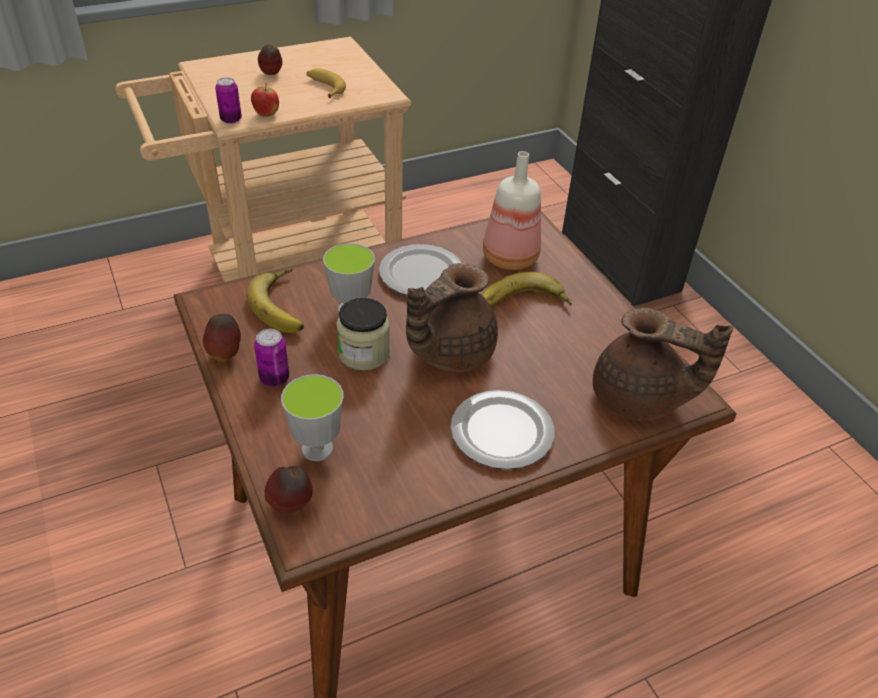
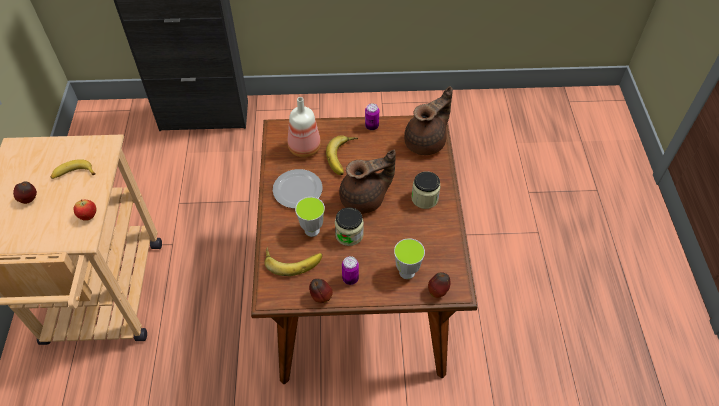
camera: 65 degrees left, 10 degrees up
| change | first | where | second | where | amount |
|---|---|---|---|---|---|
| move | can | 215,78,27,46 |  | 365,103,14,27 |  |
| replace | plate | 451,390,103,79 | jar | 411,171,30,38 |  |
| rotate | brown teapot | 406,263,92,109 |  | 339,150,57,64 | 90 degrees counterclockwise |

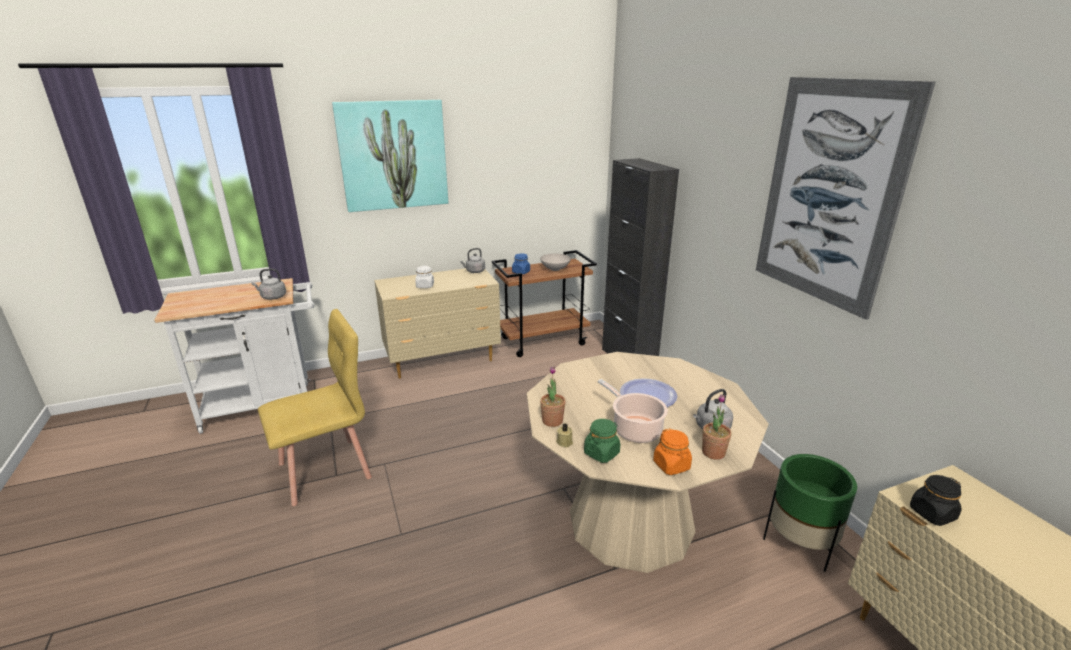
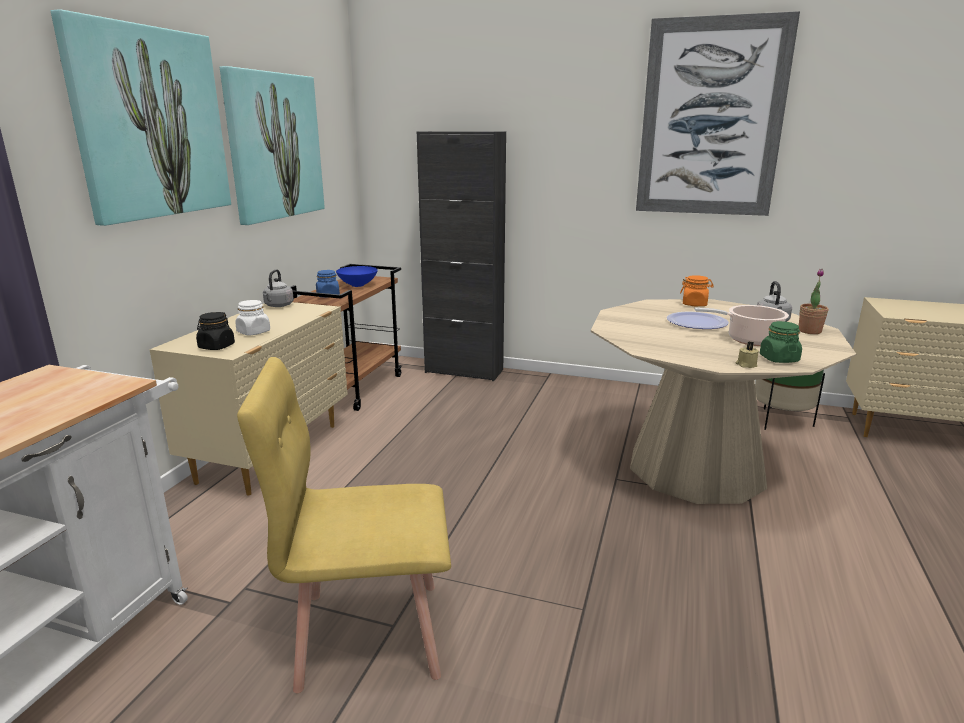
camera: 50 degrees left, 5 degrees down
| change | first | where | second | where | amount |
|---|---|---|---|---|---|
| delete | grey kettle | 251,269,35,31 |  |  |  |
| delete | potted plant | 540,366,26,61 |  |  |  |
| insert |  |  | picture | 220,66,105,159 |  |
| move | orange jar | 653,428,39,47 |  | 680,275,34,31 |  |
| move | black jar | 910,475,52,51 |  | 196,312,39,38 |  |
| recolor | white bowl | 540,254,31,17 | blue bowl | 336,266,42,21 |  |
| rotate | yellow chair | 258,309,114,197 |  | 237,357,214,336 | 105 degrees counterclockwise |

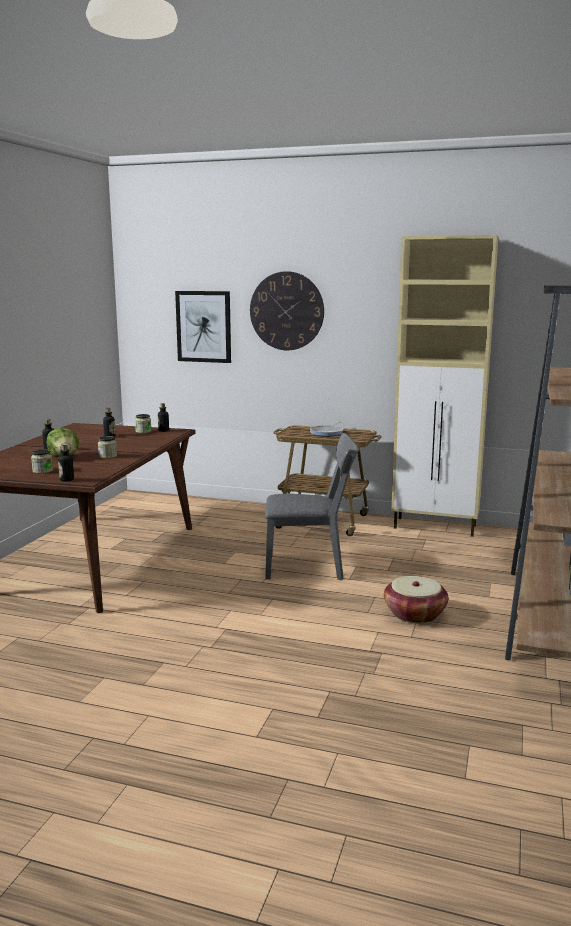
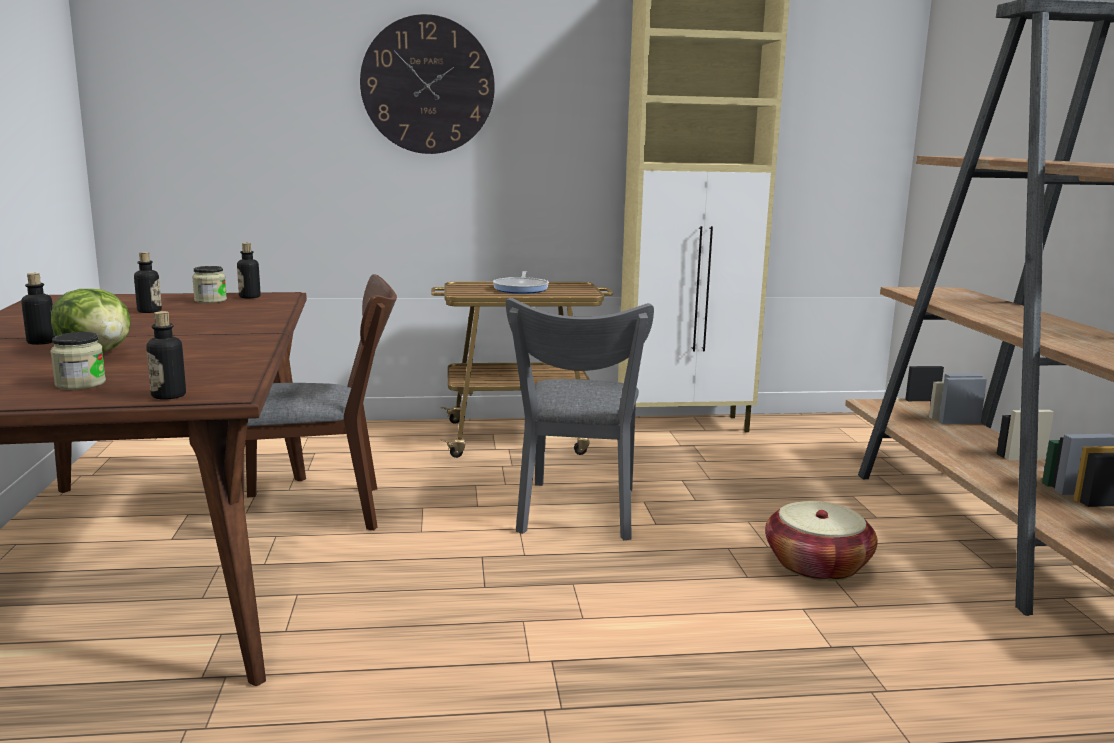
camera: 25 degrees left, 0 degrees up
| change | first | where | second | where | amount |
|---|---|---|---|---|---|
| delete | jar | 98,436,19,22 |  |  |  |
| delete | picture | 175,291,56,72 |  |  |  |
| insert |  |  | brown chair | 241,274,156,256 |  |
| rotate | grey chair | 265,433,94,147 |  | 506,298,148,242 | 120 degrees clockwise |

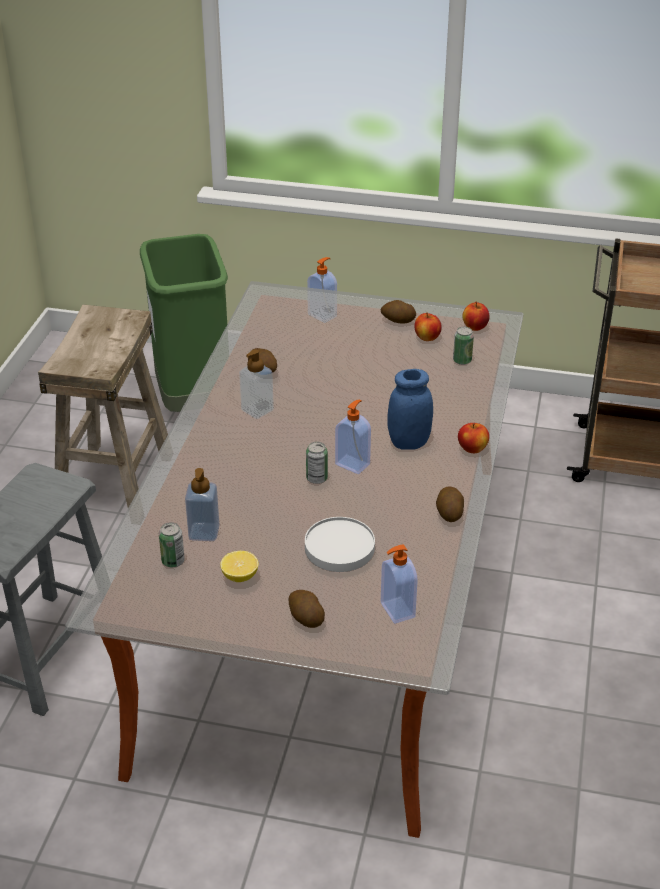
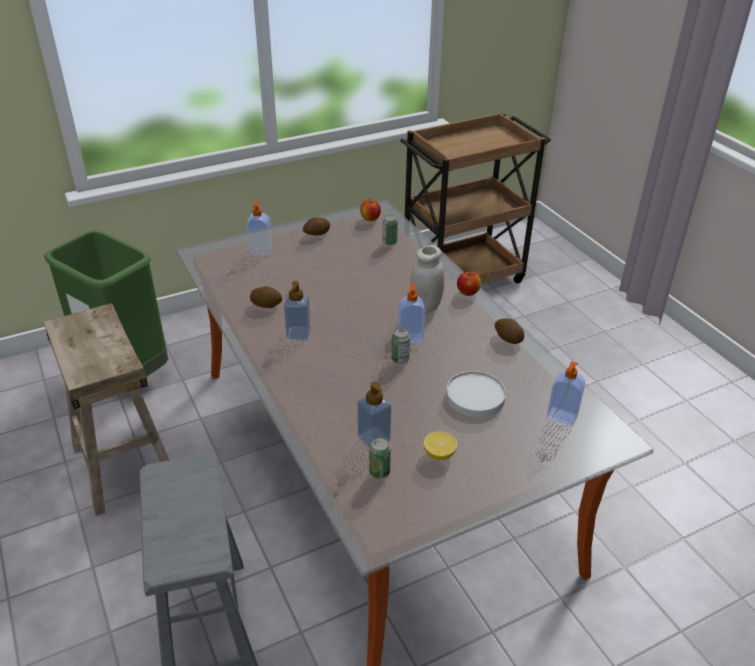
camera: 40 degrees left, 0 degrees up
| change | first | where | second | where | amount |
|---|---|---|---|---|---|
| delete | potato | 288,590,37,38 |  |  |  |
| delete | apple | 414,312,28,29 |  |  |  |
| recolor | blue jar | 388,369,45,81 | white jar | 410,245,35,69 |  |

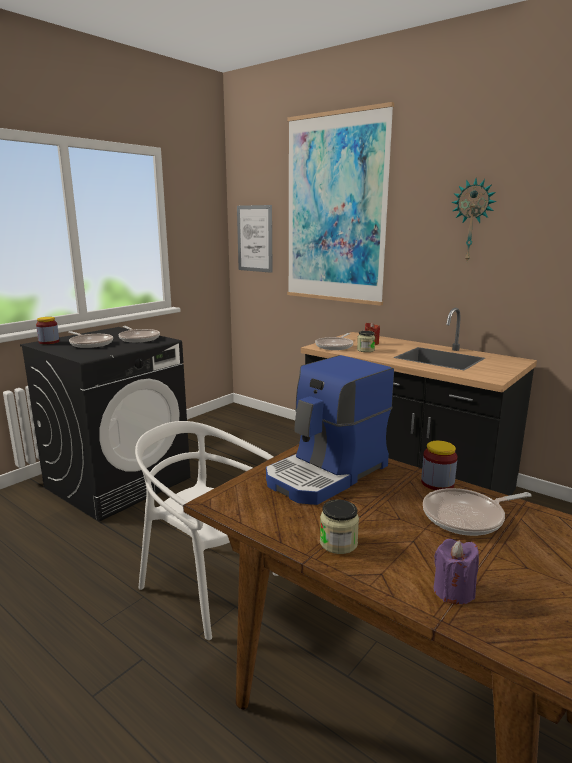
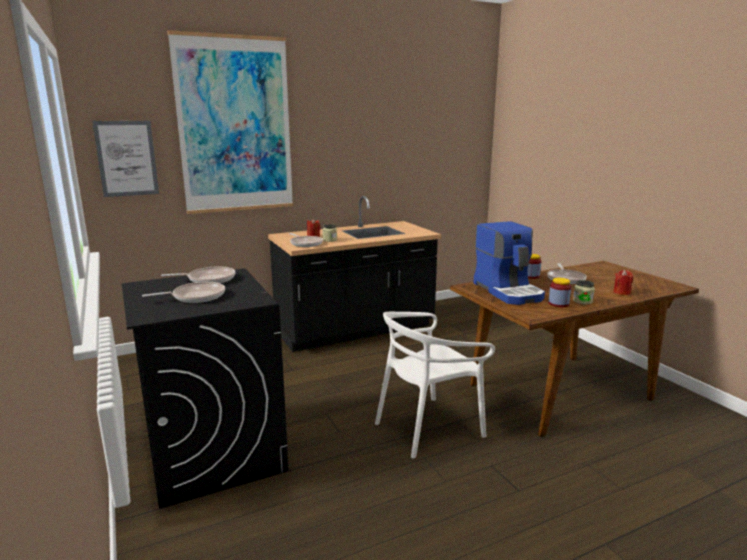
camera: 65 degrees left, 0 degrees up
| change | first | where | second | where | amount |
|---|---|---|---|---|---|
| delete | wall clock | 451,179,46,83 |  |  |  |
| move | jar | 36,317,23,27 |  | 548,278,23,29 |  |
| recolor | purple candle | 433,539,46,65 | red candle | 613,270,20,25 |  |

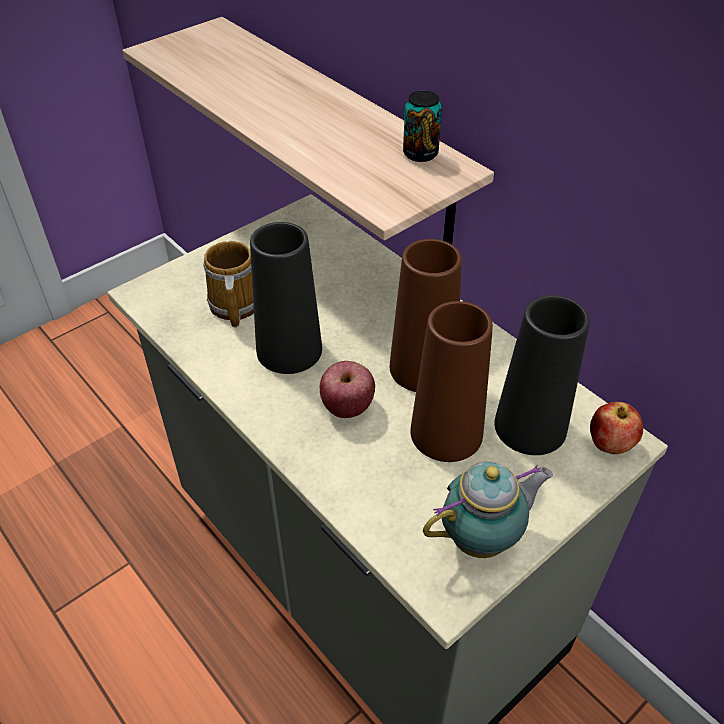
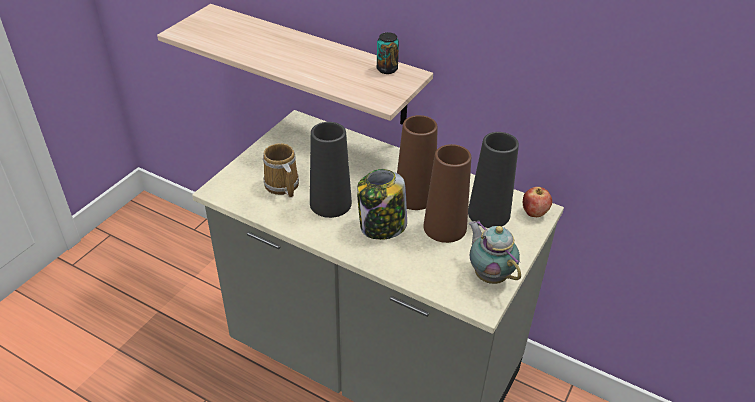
camera: 20 degrees left, 5 degrees down
| change | first | where | second | where | amount |
|---|---|---|---|---|---|
| replace | apple | 320,361,55,57 | jar | 357,169,50,71 |  |
| rotate | teapot | 423,462,130,96 |  | 469,221,52,63 | 75 degrees counterclockwise |

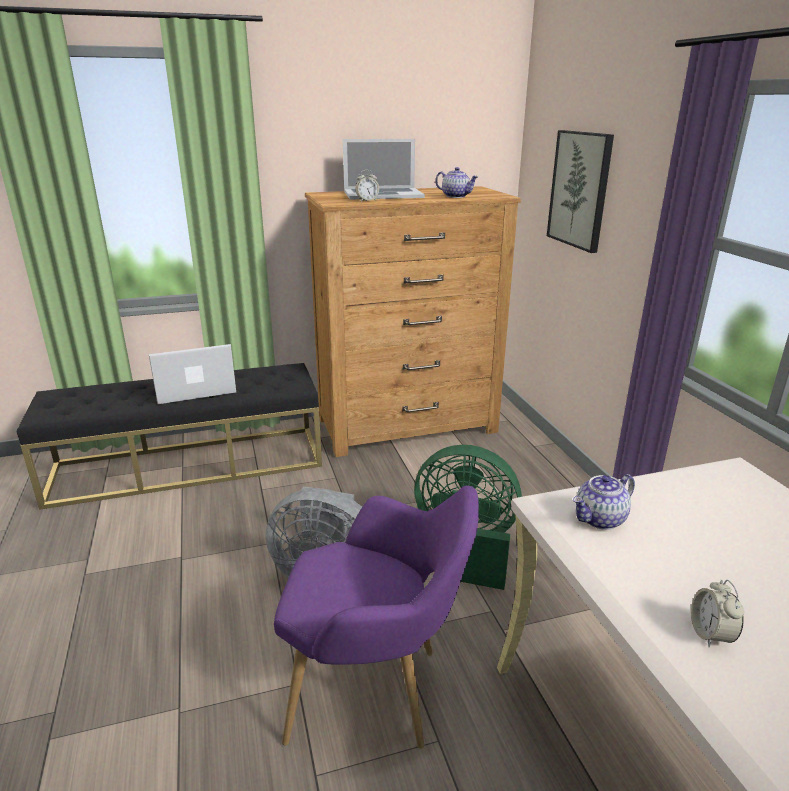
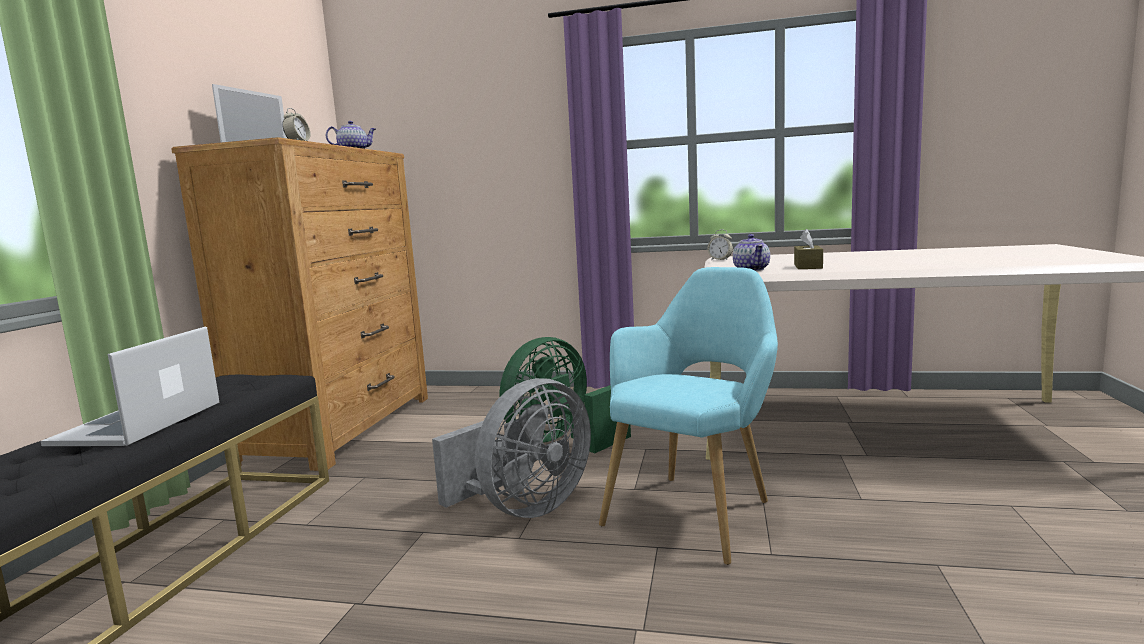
camera: 60 degrees left, 15 degrees down
| change | first | where | second | where | amount |
|---|---|---|---|---|---|
| delete | picture | 547,130,67,123 |  |  |  |
| insert |  |  | brown tissue box | 794,229,29,40 |  |
| move | alarm clock | 691,580,53,68 |  | 707,230,26,30 |  |
| recolor | purple armchair | 274,486,205,263 | turquoise armchair | 599,267,179,298 |  |

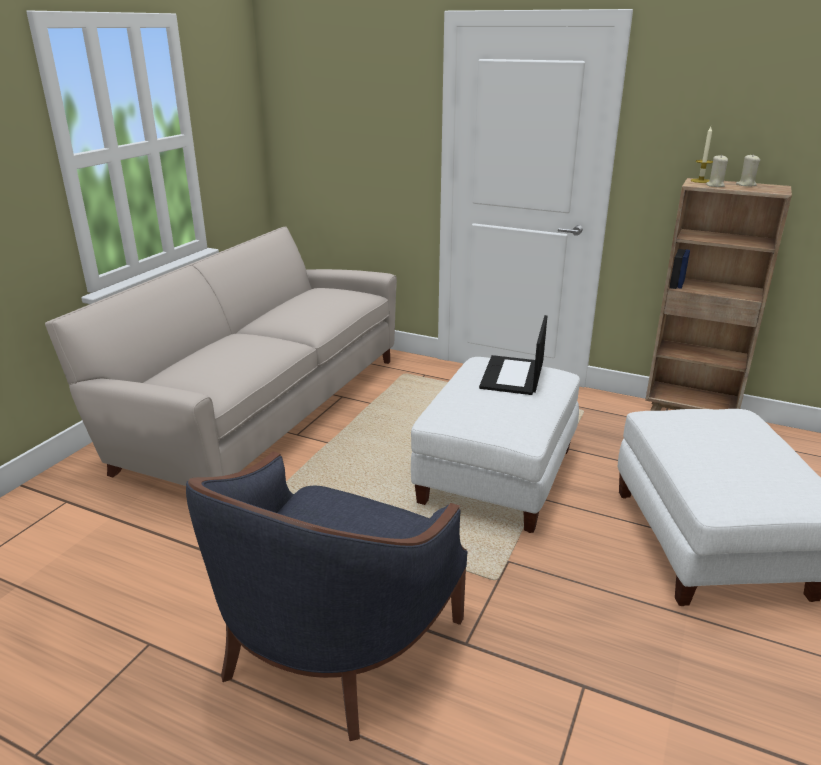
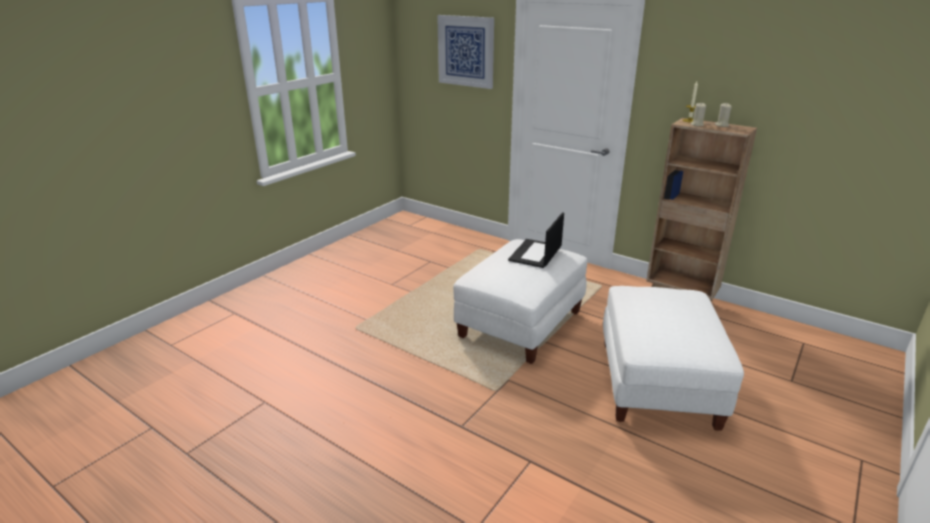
camera: 10 degrees right, 0 degrees up
| change | first | where | second | where | amount |
|---|---|---|---|---|---|
| delete | beige sofa | 45,226,352,260 |  |  |  |
| delete | blue armchair | 186,451,282,290 |  |  |  |
| insert |  |  | picture | 437,15,57,74 |  |

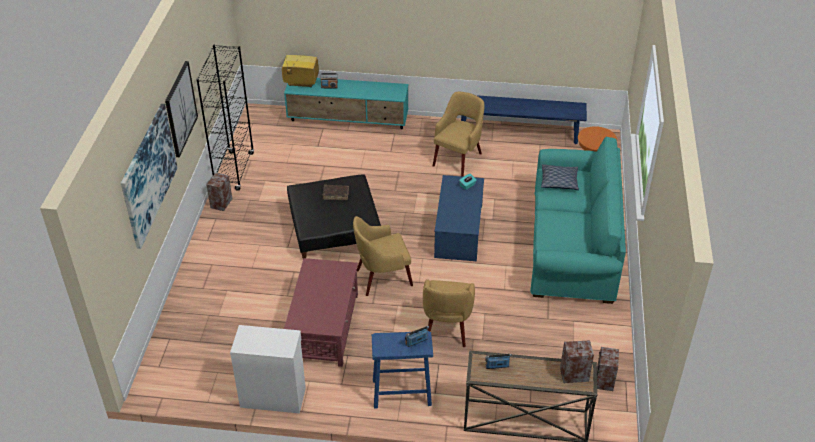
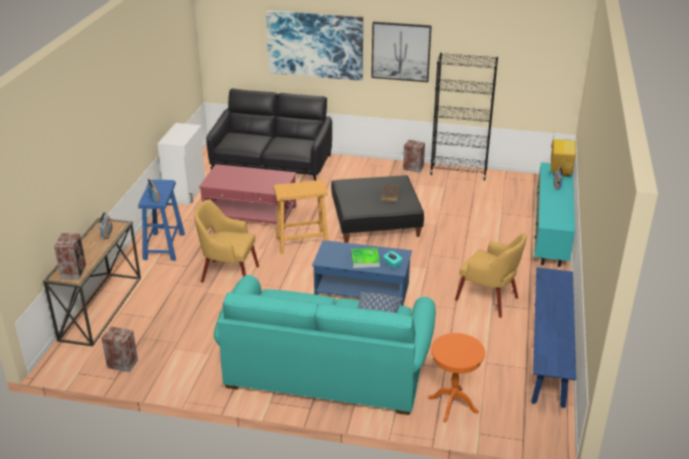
camera: 95 degrees right, 10 degrees down
| change | first | where | second | where | amount |
|---|---|---|---|---|---|
| insert |  |  | black sofa | 206,88,126,93 |  |
| insert |  |  | tray | 351,248,29,20 |  |
| replace | yellow armchair | 353,216,60,80 | beige stool | 273,180,55,74 |  |

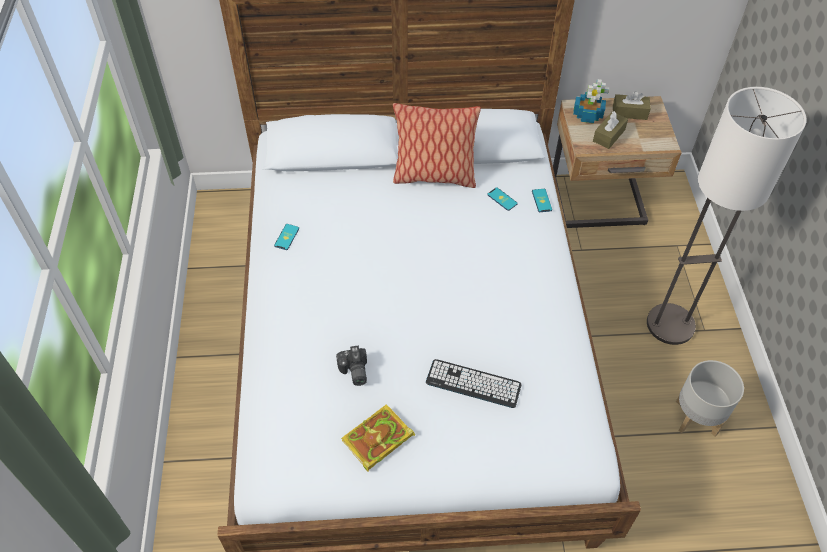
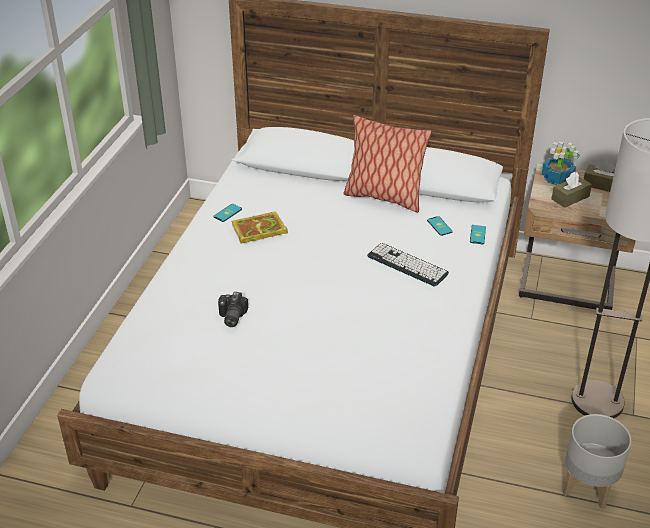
camera: 20 degrees right, 15 degrees down
| change | first | where | second | where | amount |
|---|---|---|---|---|---|
| move | book | 341,404,74,67 |  | 231,211,57,33 |  |
| move | keyboard | 426,359,96,49 |  | 367,243,82,44 |  |

